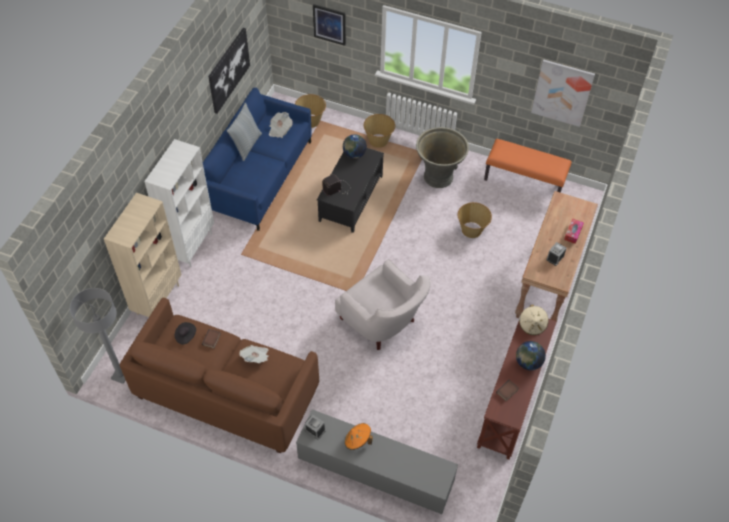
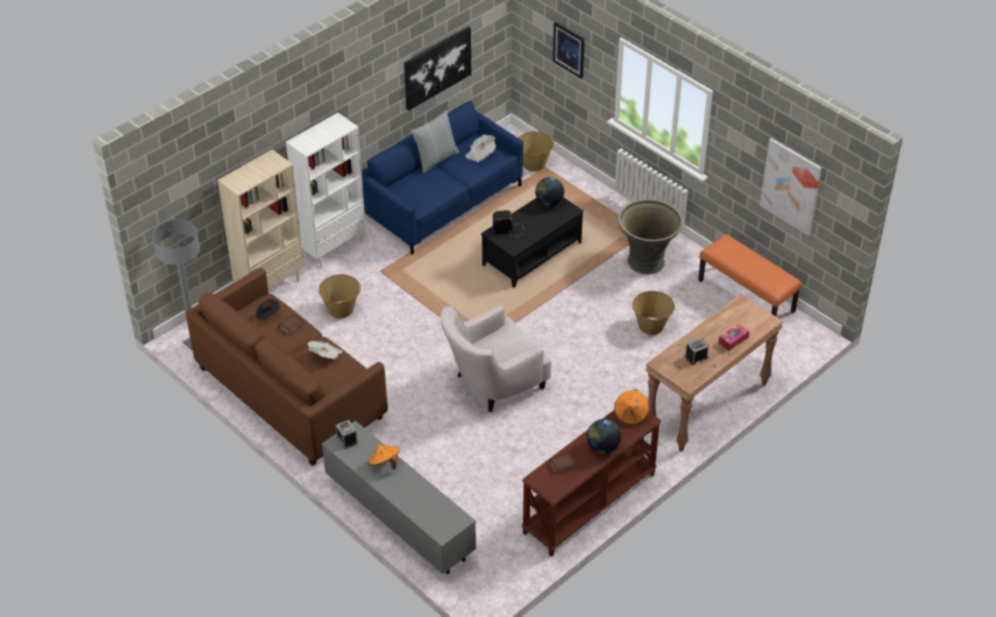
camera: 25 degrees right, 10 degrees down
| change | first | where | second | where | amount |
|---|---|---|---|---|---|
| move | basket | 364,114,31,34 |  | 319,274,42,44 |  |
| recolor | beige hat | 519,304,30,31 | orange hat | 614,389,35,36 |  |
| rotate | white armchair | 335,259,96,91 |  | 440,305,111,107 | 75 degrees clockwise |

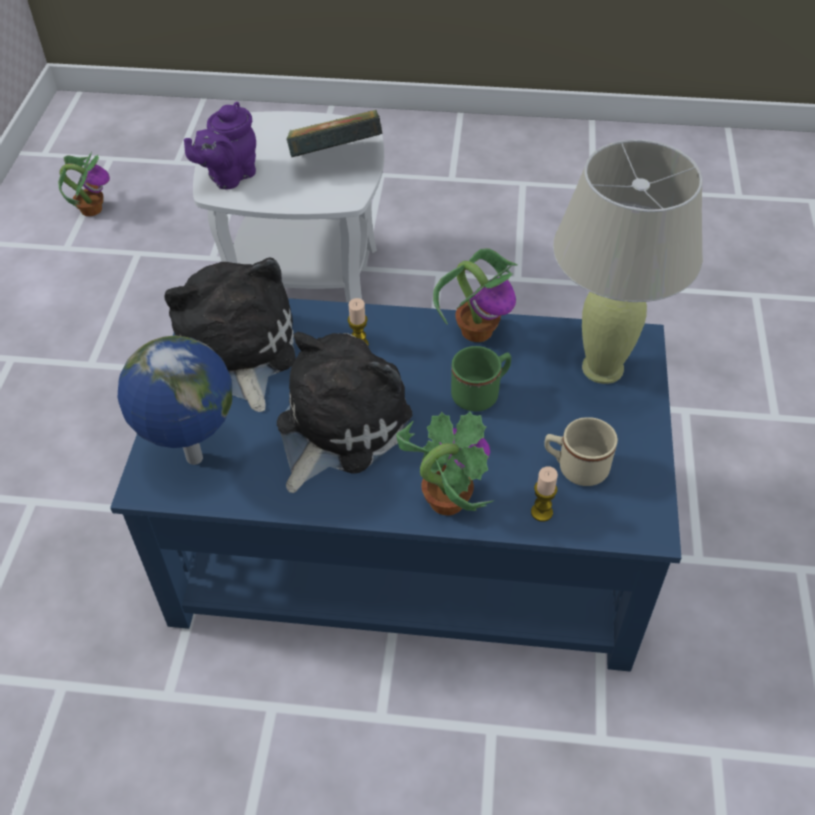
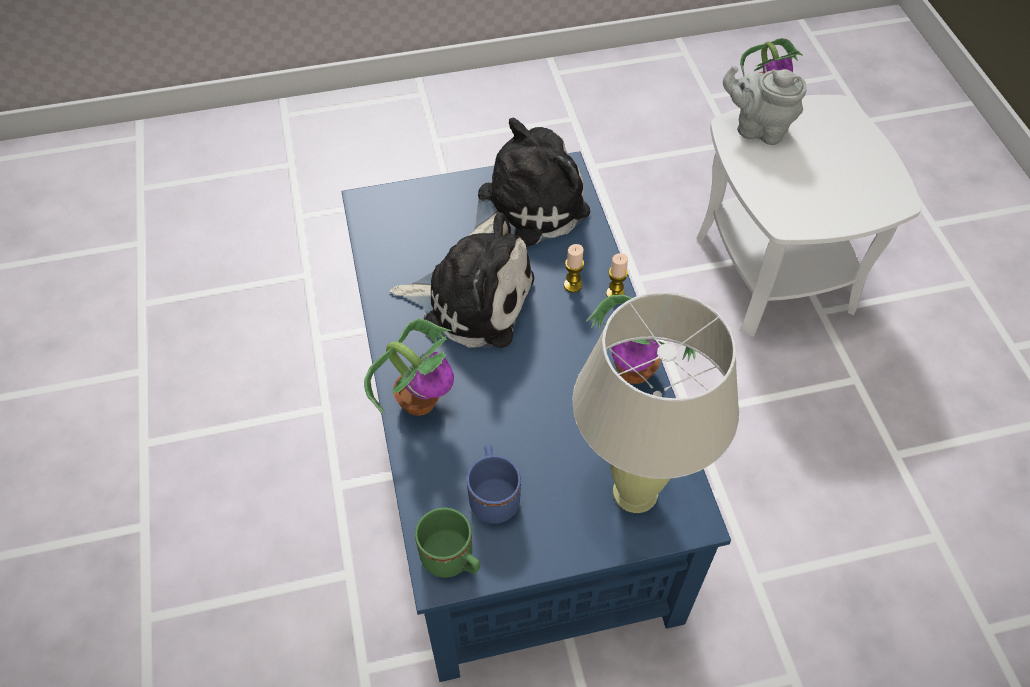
camera: 70 degrees right, 5 degrees up
| change | first | where | second | where | amount |
|---|---|---|---|---|---|
| delete | globe | 118,335,114,130 |  |  |  |
| delete | book | 286,110,96,47 |  |  |  |
| move | green mug | 451,346,60,65 |  | 415,508,65,70 |  |
| move | candle | 531,466,27,56 |  | 606,253,22,44 |  |
| recolor | purple teapot | 184,102,72,87 | grey teapot | 723,65,84,80 |  |
| recolor | beige mug | 544,417,74,69 | blue mug | 467,445,54,79 |  |

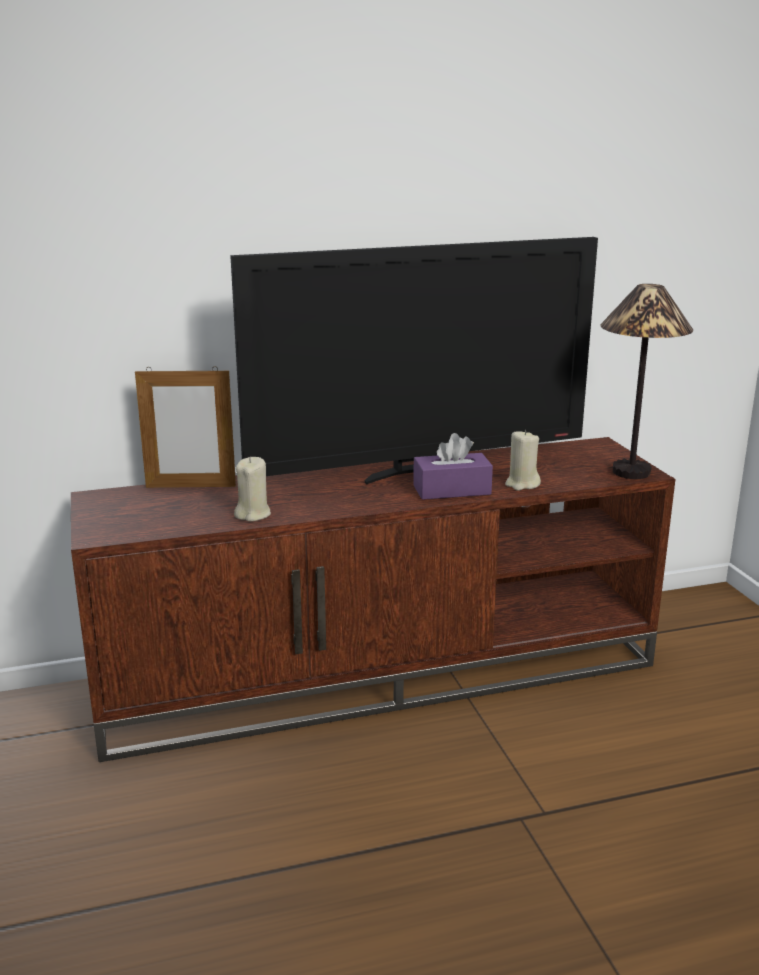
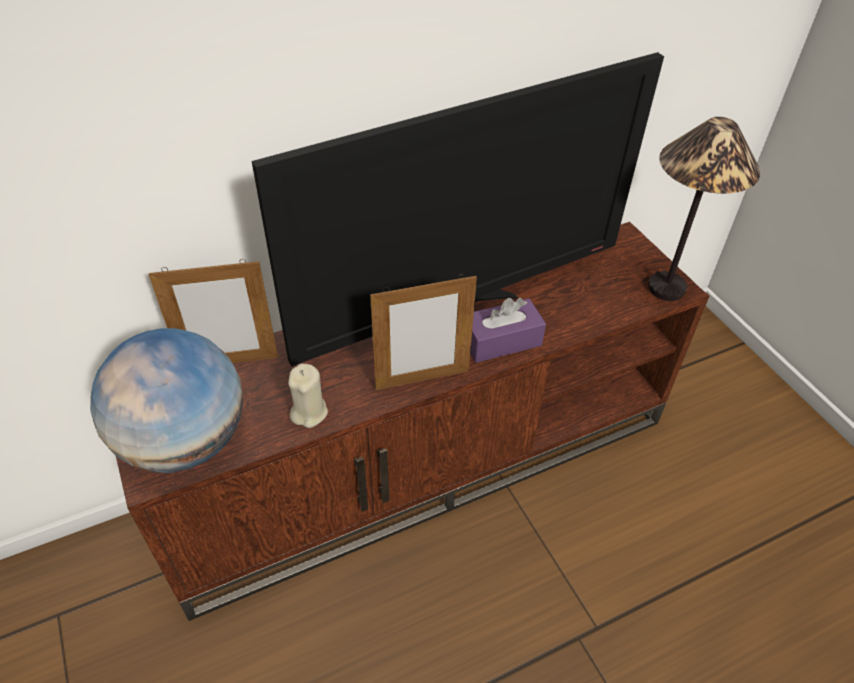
camera: 10 degrees left, 25 degrees up
| change | first | where | second | where | amount |
|---|---|---|---|---|---|
| delete | beige candle | 505,430,36,61 |  |  |  |
| insert |  |  | globe | 90,328,153,145 |  |
| insert |  |  | picture frame | 370,274,107,116 |  |

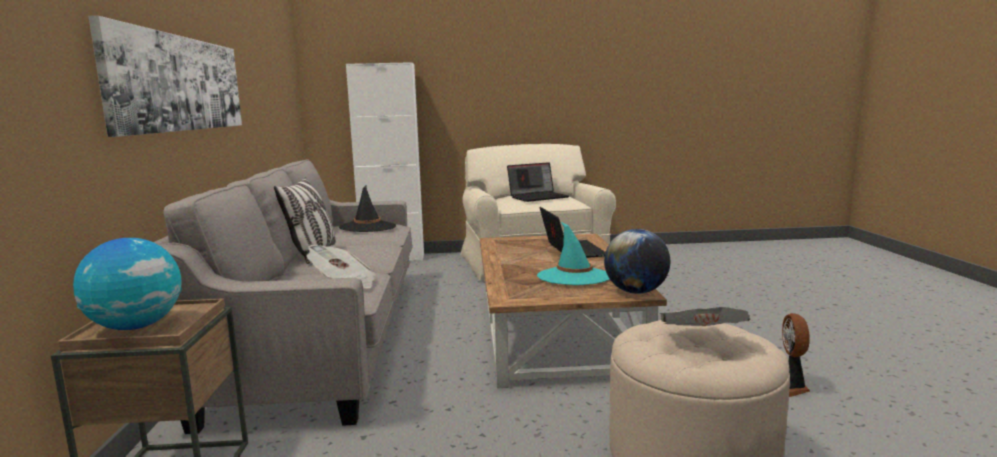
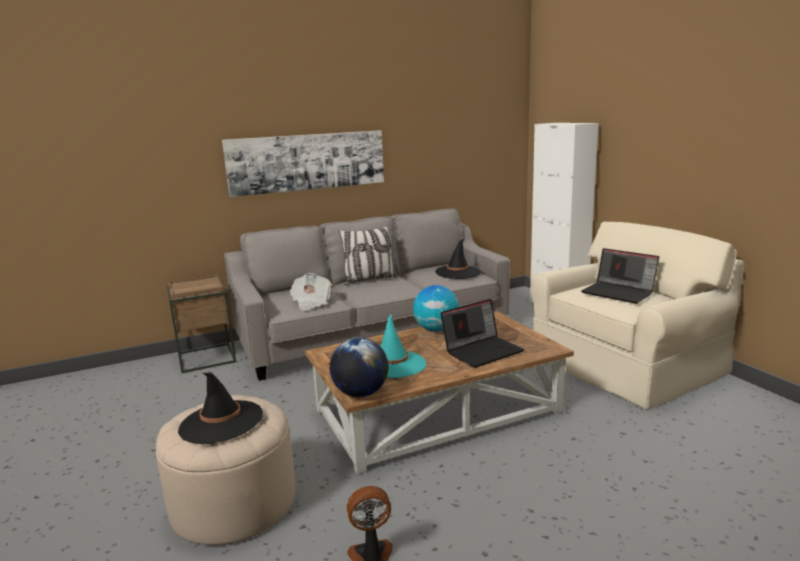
camera: 70 degrees right, 5 degrees up
| change | first | where | second | where | amount |
|---|---|---|---|---|---|
| move | globe | 73,238,109,92 |  | 413,285,46,47 |  |
| replace | newspaper | 660,307,91,19 | black hat | 178,372,85,72 |  |

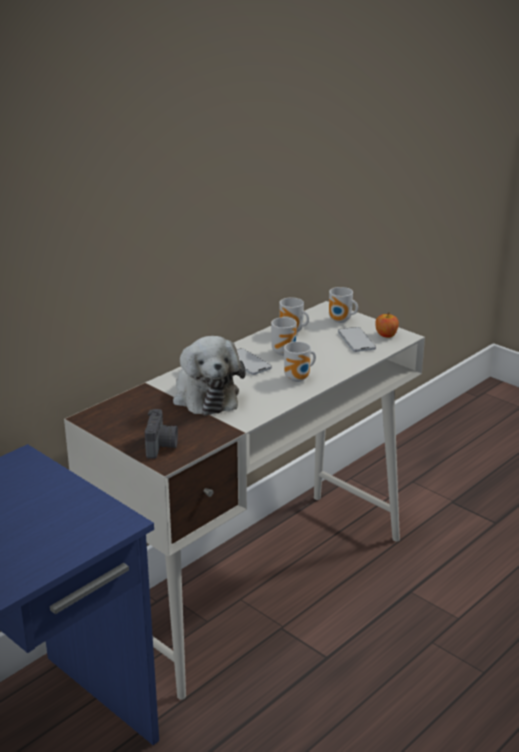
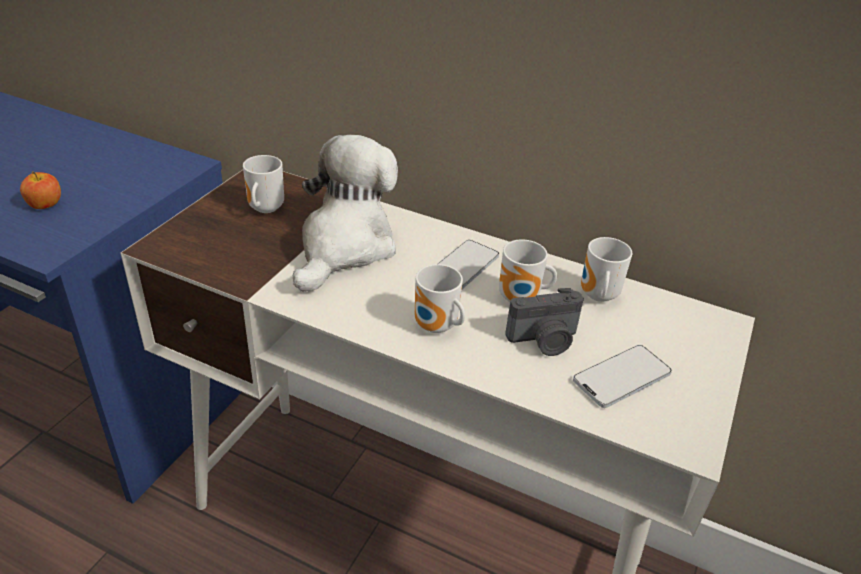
camera: 70 degrees right, 10 degrees up
| change | first | where | second | where | amount |
|---|---|---|---|---|---|
| move | photo camera | 145,409,33,50 |  | 505,288,79,68 |  |
| move | mug | 329,287,29,36 |  | 243,155,41,58 |  |
| move | apple | 375,312,24,26 |  | 20,171,41,38 |  |
| rotate | plush toy | 173,336,73,80 |  | 293,135,105,157 | 150 degrees clockwise |

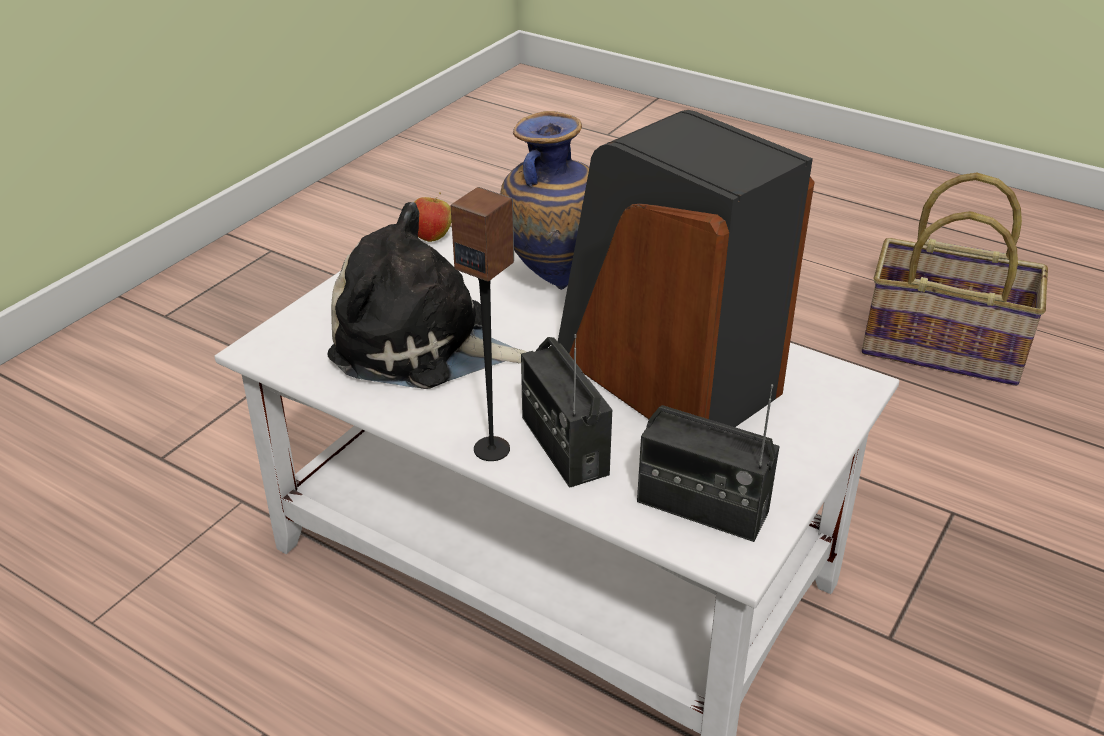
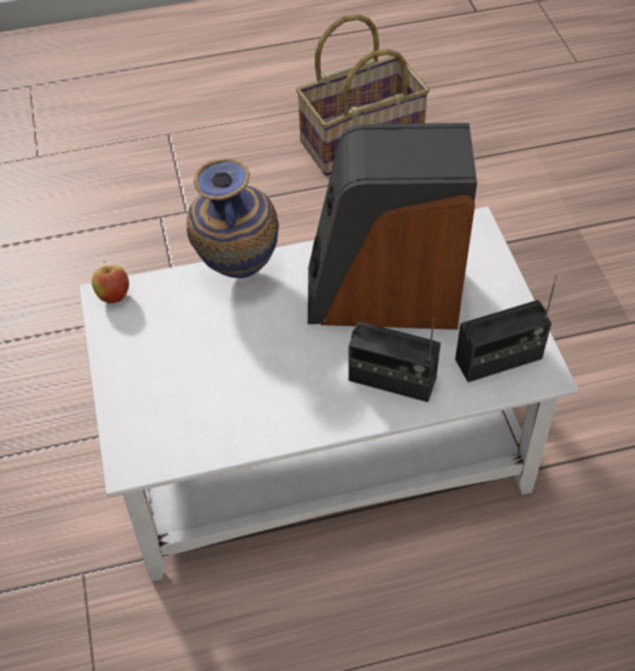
camera: 45 degrees left, 15 degrees up
| change | first | where | second | where | amount |
|---|---|---|---|---|---|
| delete | plush toy | 327,202,199,187 |  |  |  |
| delete | speaker | 451,187,63,274 |  |  |  |

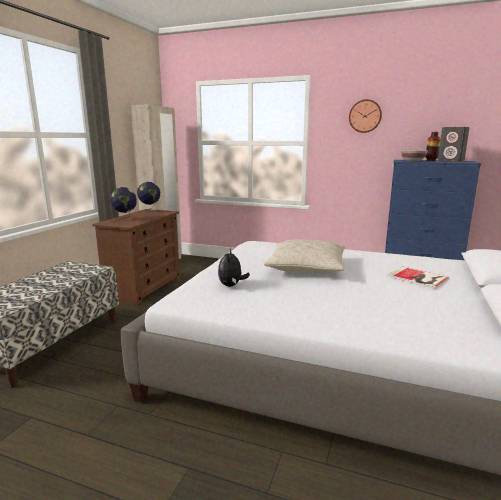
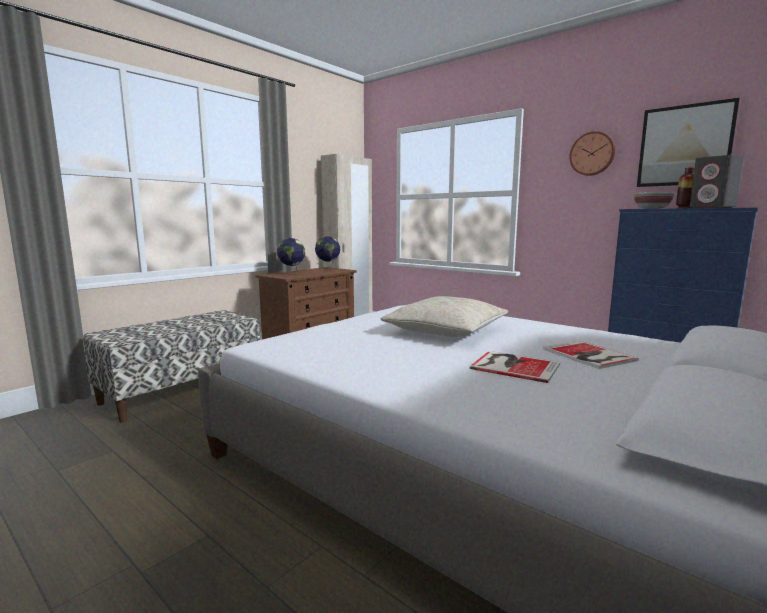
camera: 20 degrees right, 5 degrees down
| change | first | where | second | where | amount |
|---|---|---|---|---|---|
| delete | plush toy | 218,249,32,38 |  |  |  |
| insert |  |  | book | 469,351,91,32 |  |
| insert |  |  | picture | 637,98,103,89 |  |

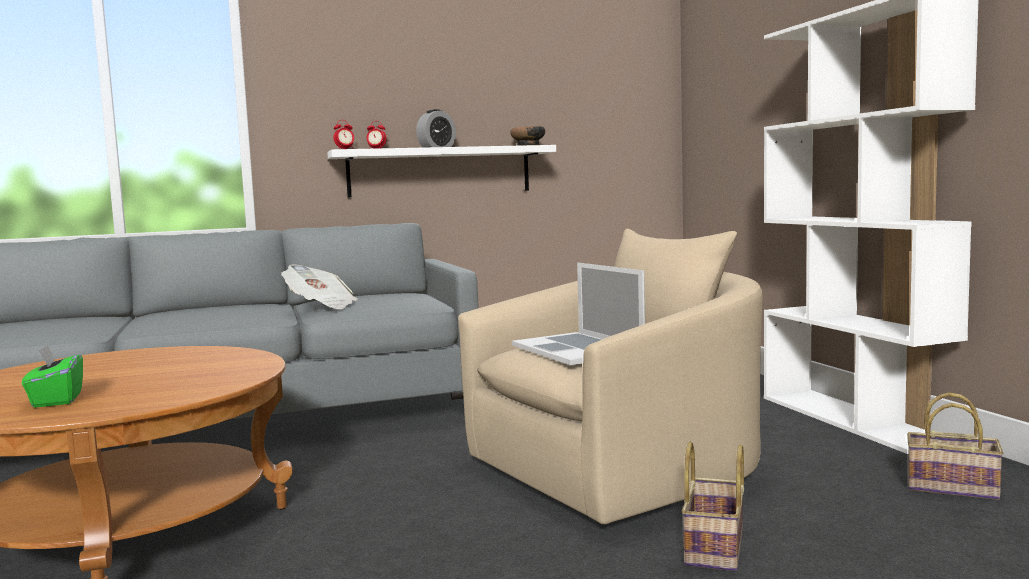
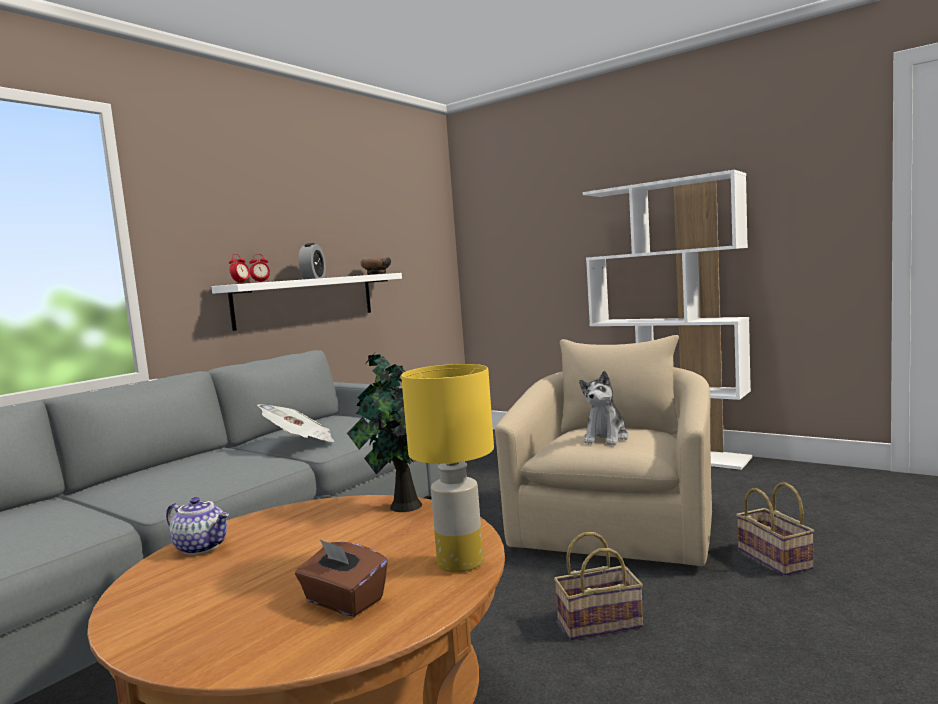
camera: 35 degrees left, 0 degrees up
| change | first | where | second | where | amount |
|---|---|---|---|---|---|
| insert |  |  | teapot | 166,497,63,58 |  |
| insert |  |  | potted plant | 347,353,75,159 |  |
| insert |  |  | yellow table lamp | 401,364,93,209 |  |
| move | basket | 907,392,97,108 |  | 554,532,89,108 |  |
| replace | laptop | 512,262,133,103 | plush toy | 579,371,50,74 |  |
| recolor | green tissue box | 22,345,61,63 | brown tissue box | 295,539,93,78 |  |

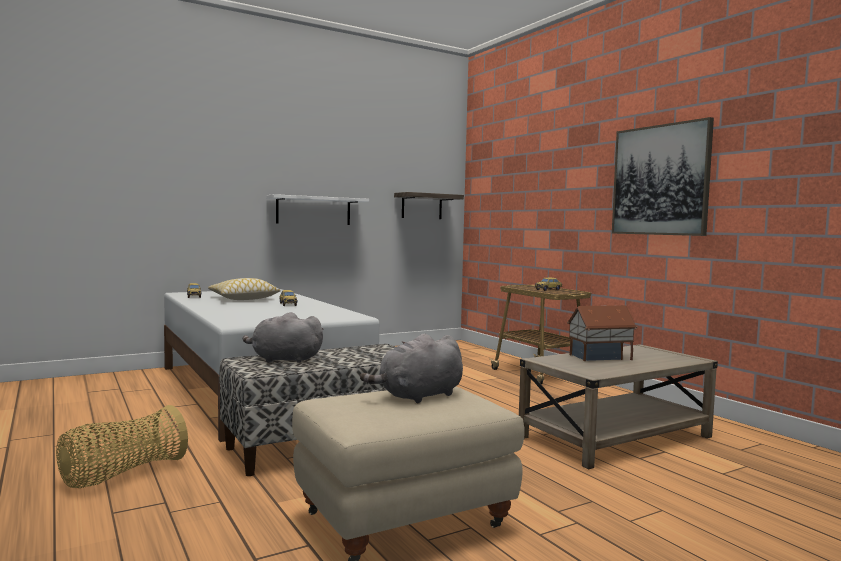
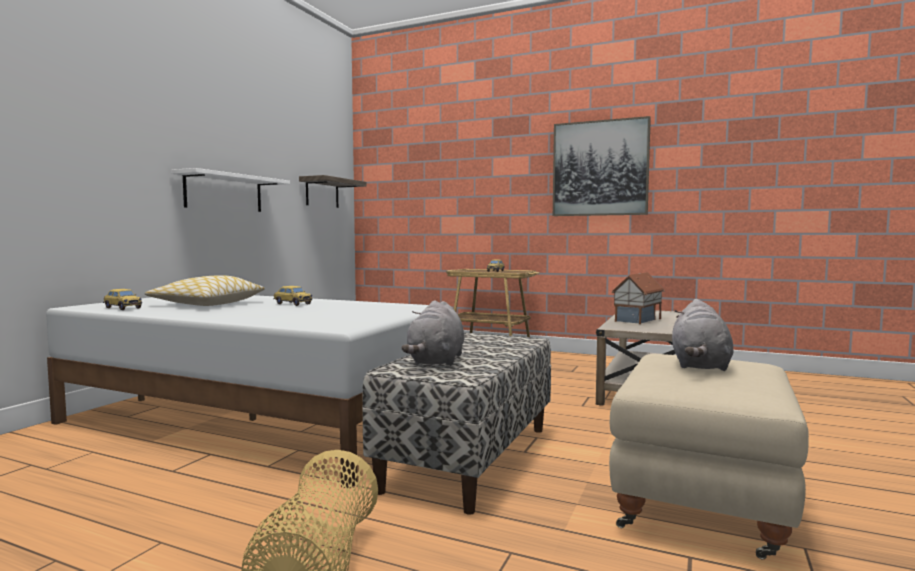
camera: 35 degrees left, 0 degrees up
| change | first | where | second | where | amount |
|---|---|---|---|---|---|
| rotate | grey plush toy | 243,312,80,51 |  | 401,300,63,66 | 45 degrees counterclockwise |

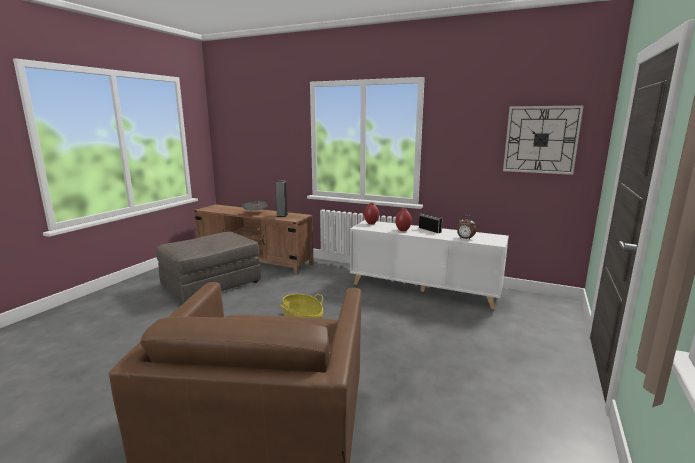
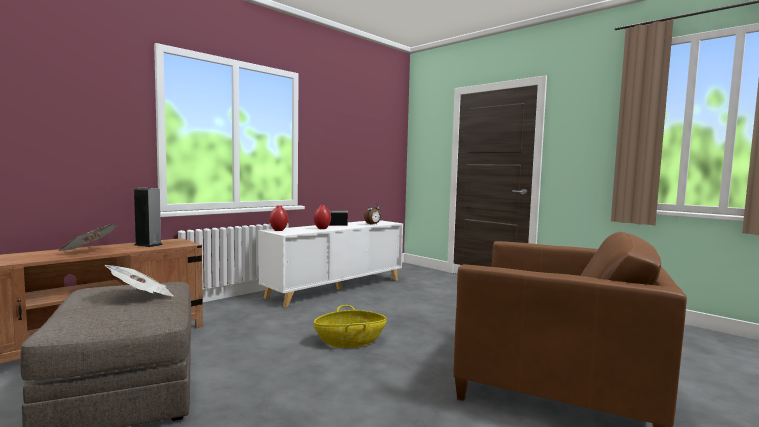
camera: 70 degrees left, 10 degrees down
| change | first | where | second | where | amount |
|---|---|---|---|---|---|
| delete | wall clock | 503,106,80,69 |  |  |  |
| insert |  |  | newspaper | 104,265,70,31 |  |

